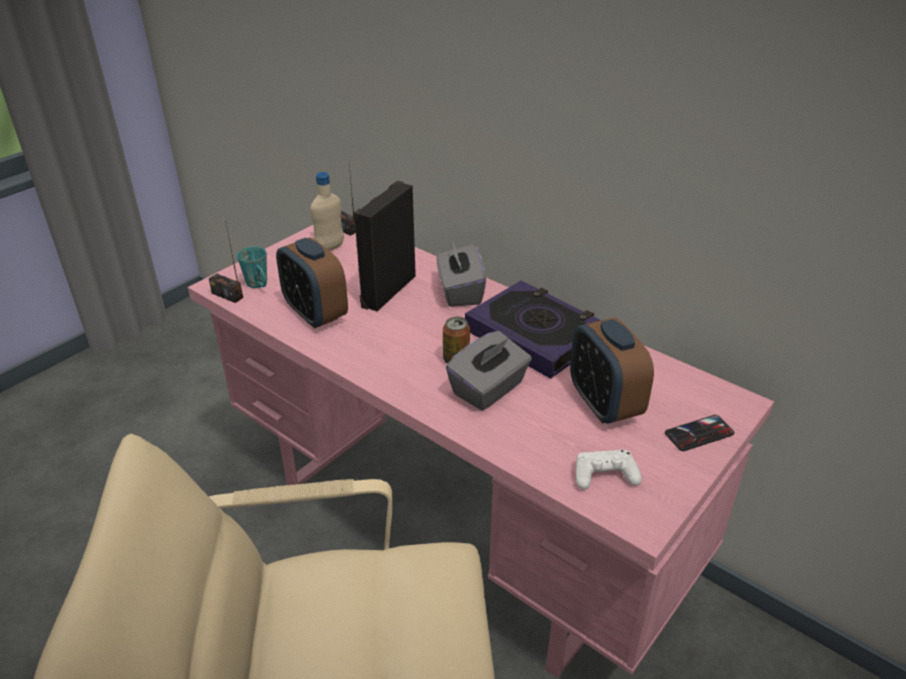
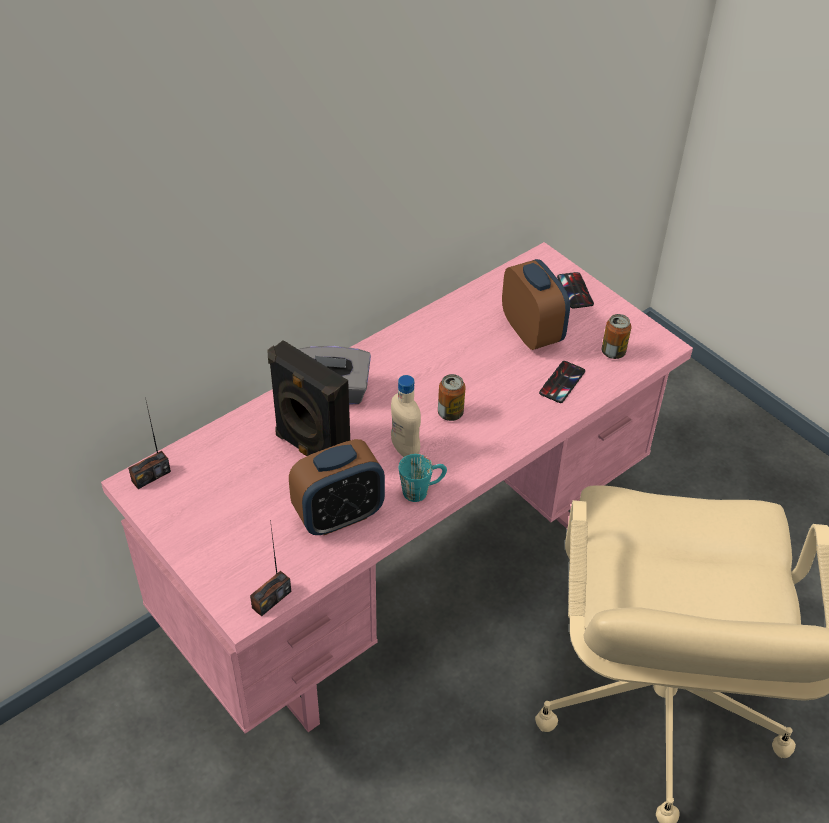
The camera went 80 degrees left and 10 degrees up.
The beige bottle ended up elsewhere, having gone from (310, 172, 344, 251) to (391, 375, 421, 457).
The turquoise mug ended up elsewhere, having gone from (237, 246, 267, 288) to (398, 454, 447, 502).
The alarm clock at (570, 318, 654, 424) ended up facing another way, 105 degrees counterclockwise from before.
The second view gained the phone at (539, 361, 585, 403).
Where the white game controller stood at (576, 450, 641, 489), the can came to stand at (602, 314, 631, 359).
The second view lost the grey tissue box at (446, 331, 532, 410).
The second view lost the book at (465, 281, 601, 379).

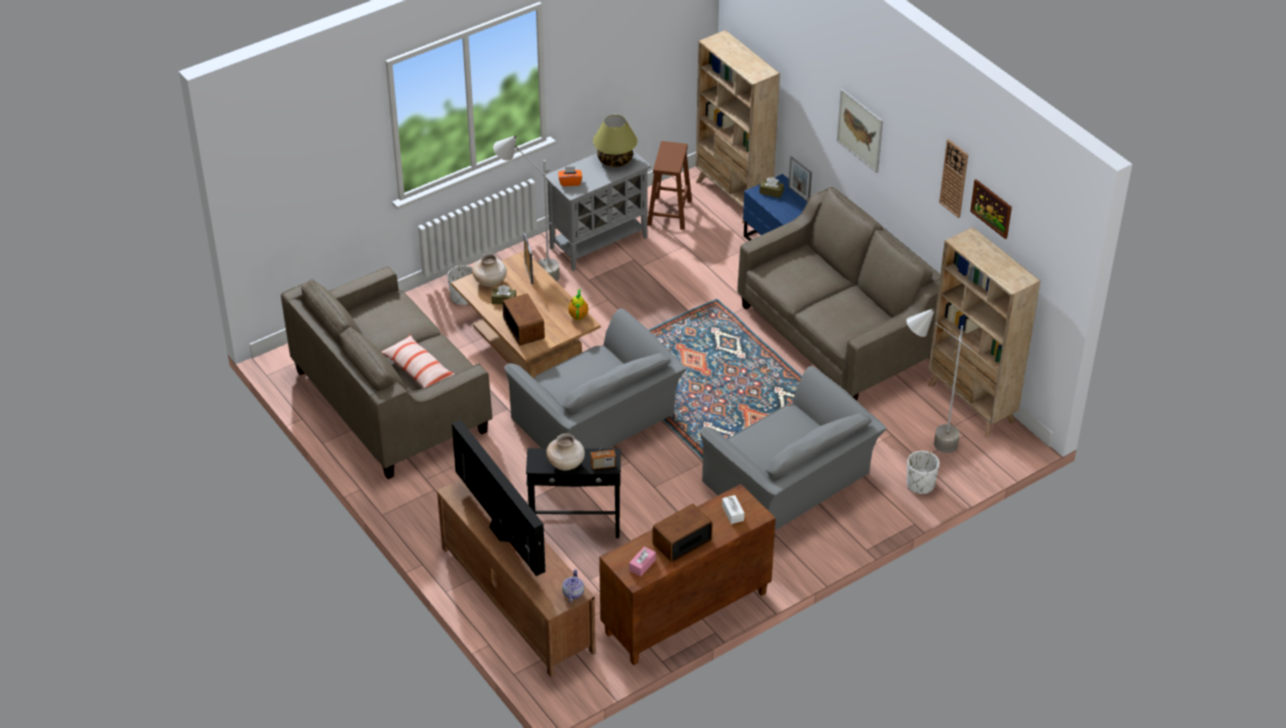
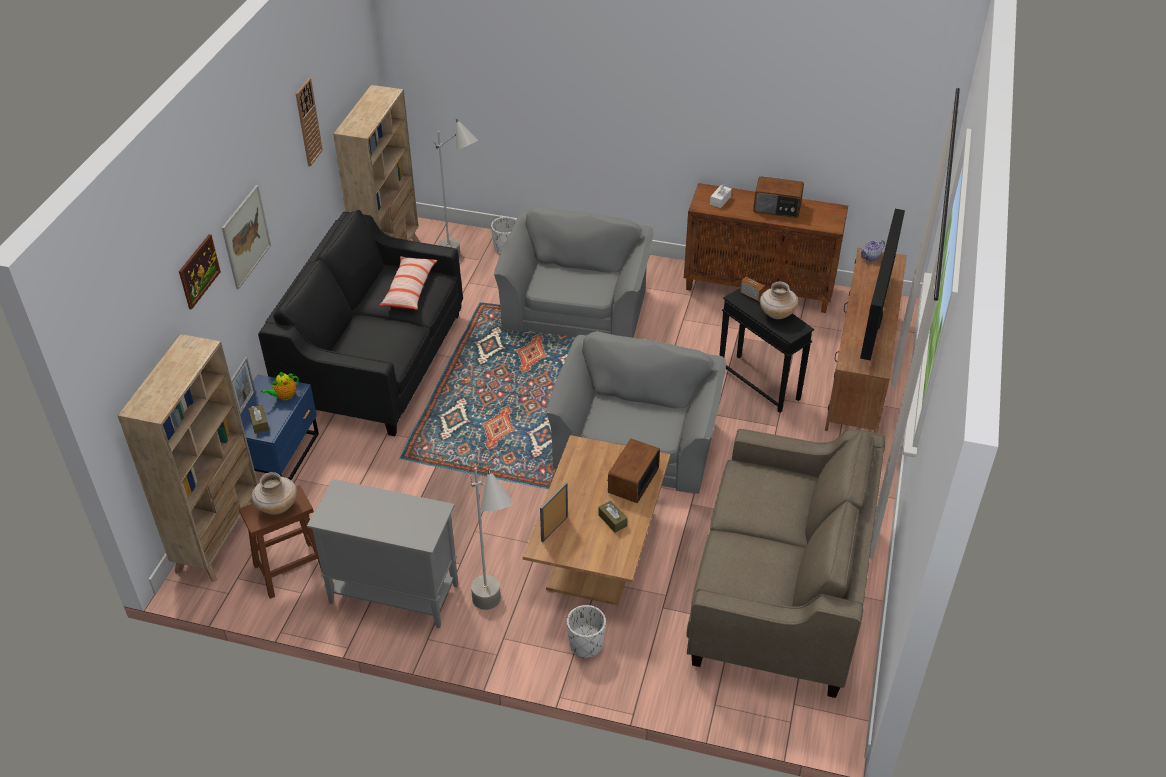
The camera went 130 degrees left and 0 degrees up.
The picture ended up elsewhere, having gone from (970, 179, 1012, 239) to (179, 234, 221, 310).
The beige vase ended up elsewhere, having gone from (472, 253, 507, 287) to (252, 472, 297, 515).
What was the beige sofa at (737, 187, 940, 401) turned into the black sofa at (258, 210, 463, 436).
The teapot ended up elsewhere, having gone from (568, 289, 588, 320) to (261, 372, 299, 400).
The pillow ended up elsewhere, having gone from (381, 335, 455, 388) to (379, 256, 438, 310).
The second view lost the orange tissue box at (558, 167, 582, 186).
The second view lost the table lamp at (593, 115, 637, 167).
The second view lost the pink tissue box at (629, 547, 656, 577).

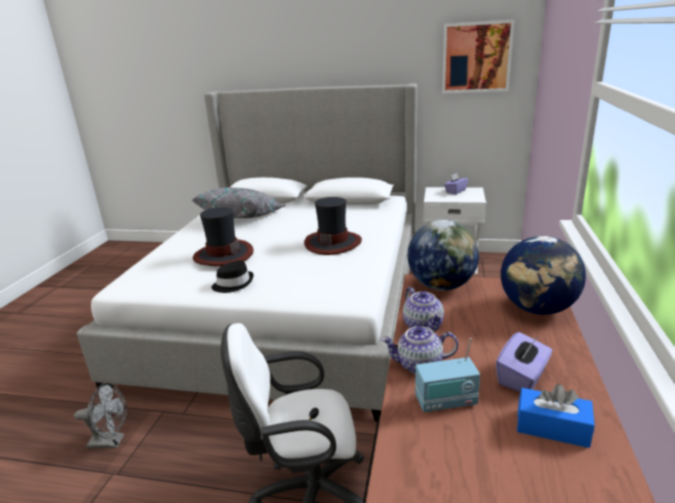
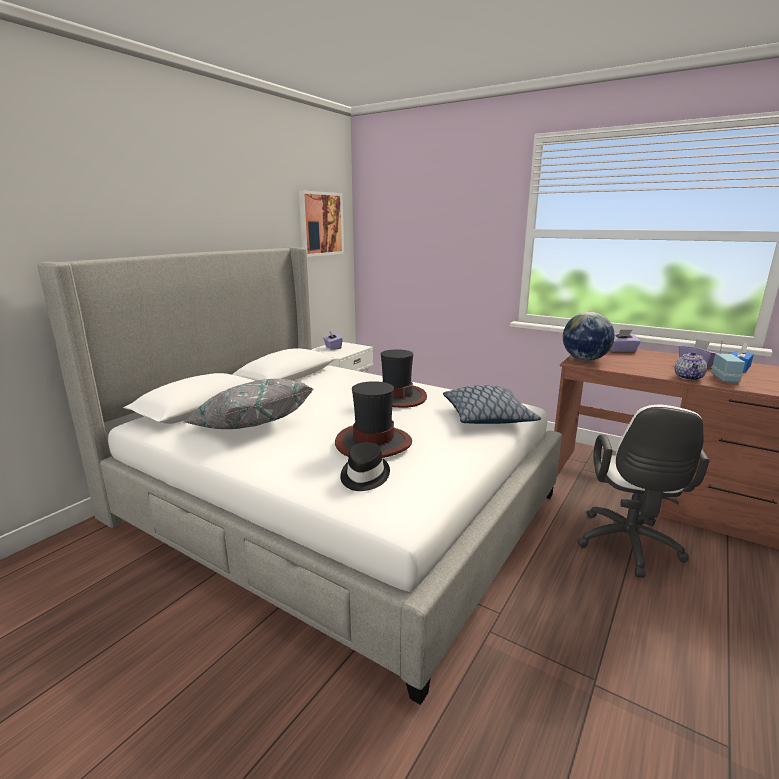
The camera went 70 degrees left and 5 degrees down.
The black hat ended up elsewhere, having gone from (211, 260, 253, 293) to (340, 442, 390, 491).
The second view gained the pillow at (443, 385, 541, 424).
Where the globe stood at (501, 236, 586, 315), the purple tissue box came to stand at (610, 329, 641, 352).
The second view lost the grey fan at (74, 383, 127, 449).
The second view lost the teapot at (403, 287, 444, 332).

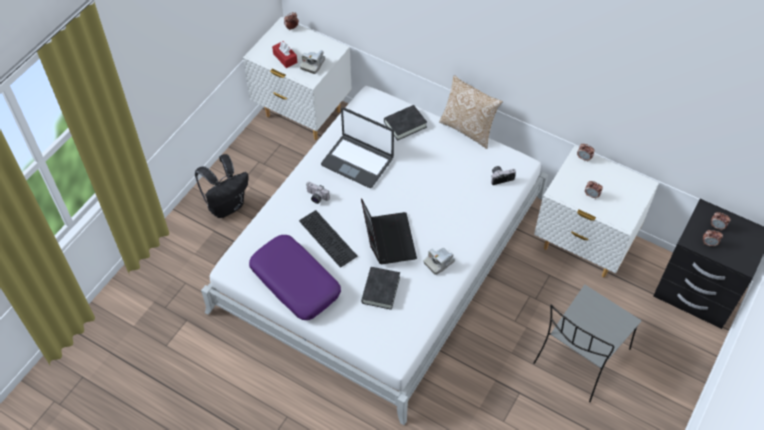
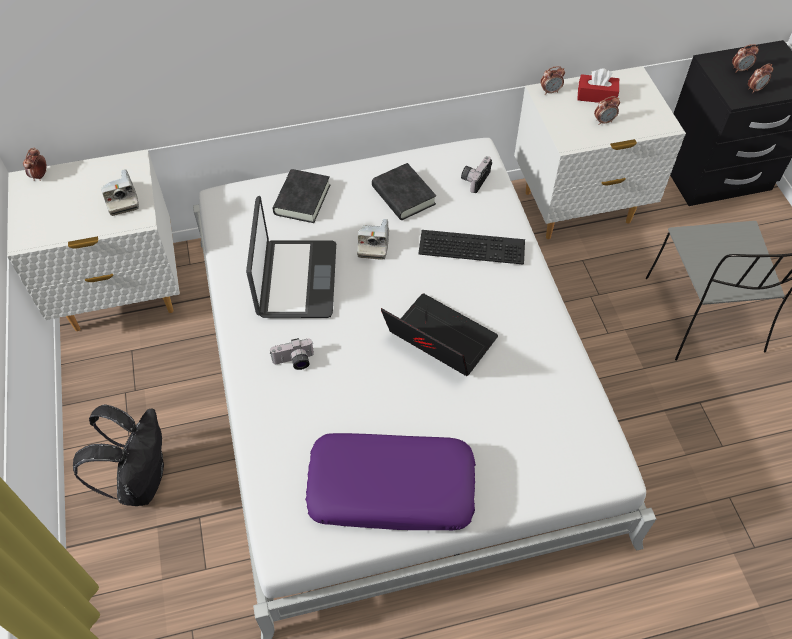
The camera went 45 degrees left and 0 degrees up.
The laptop at (321, 107, 394, 188) ended up facing another way, 75 degrees counterclockwise from before.
The photo camera ended up elsewhere, having gone from (424, 248, 455, 275) to (357, 219, 389, 260).
The black book ended up elsewhere, having gone from (361, 267, 400, 310) to (372, 163, 436, 220).
The keyboard ended up elsewhere, having gone from (299, 210, 358, 268) to (418, 230, 525, 265).
The red tissue box ended up elsewhere, having gone from (272, 41, 297, 68) to (577, 68, 619, 103).
The second view lost the pillow at (439, 75, 503, 149).

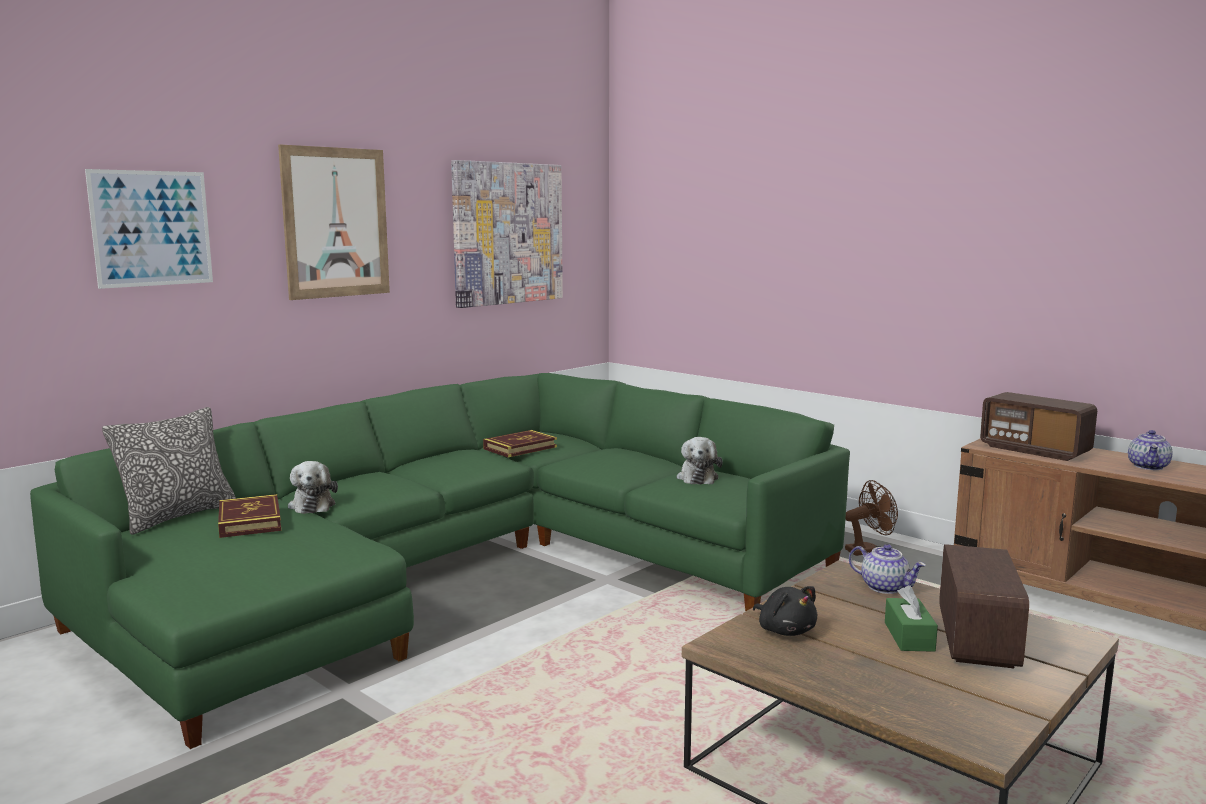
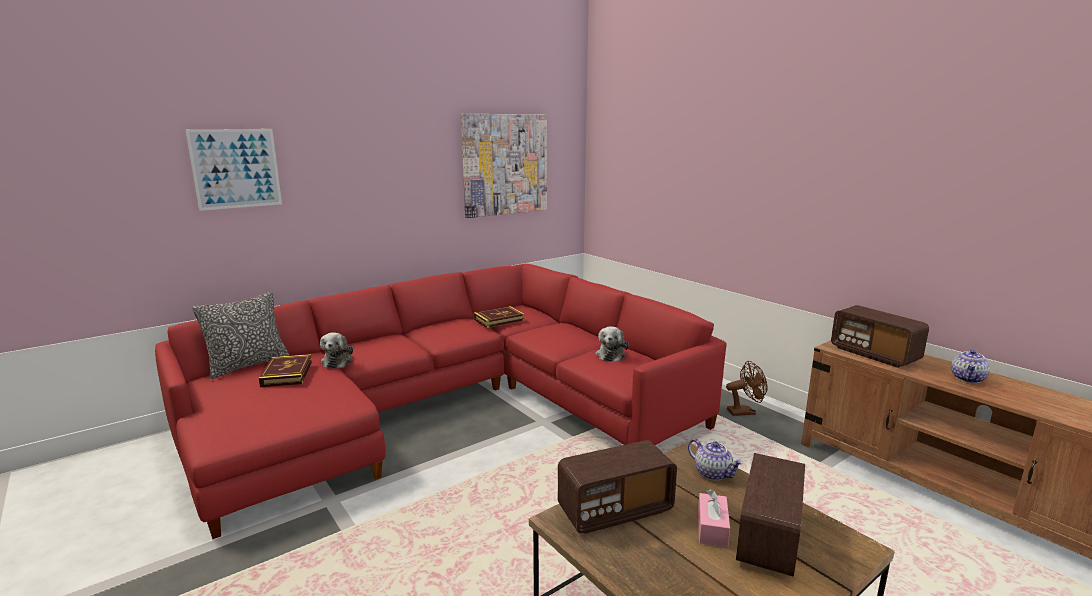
The camera went 10 degrees right and 5 degrees up.
What was the green sofa at (30, 373, 850, 749) turned into the red sofa at (155, 264, 727, 539).
Where the black plush toy stood at (753, 586, 817, 636), the radio came to stand at (558, 440, 677, 534).
What was the green tissue box at (885, 585, 938, 652) turned into the pink tissue box at (698, 489, 730, 547).
The second view lost the picture at (278, 145, 390, 300).

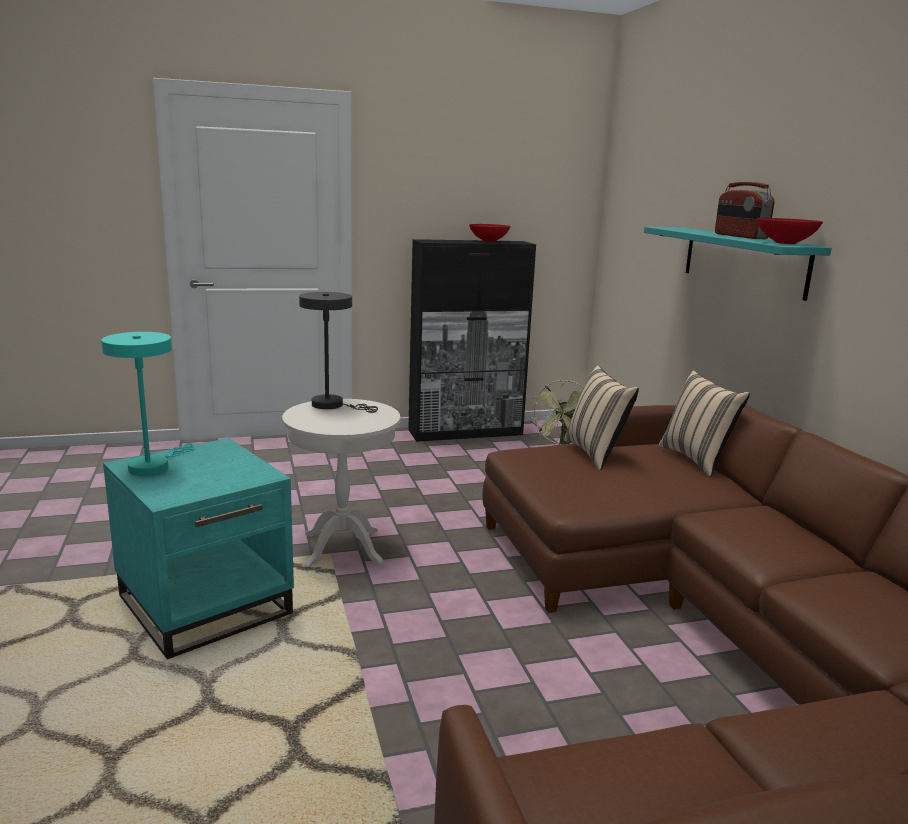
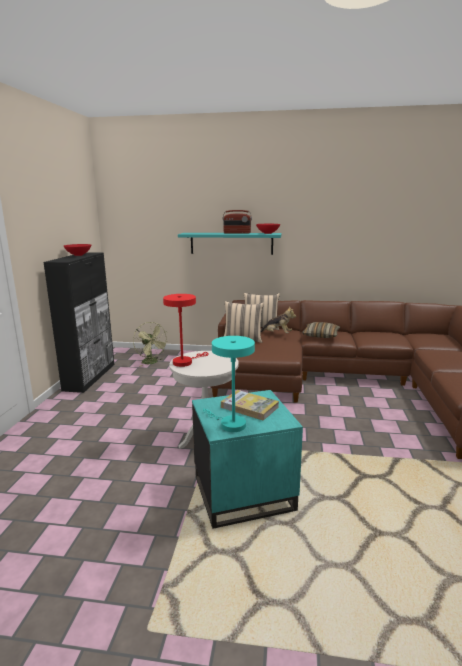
The camera went 65 degrees left and 0 degrees up.
What was the grey table lamp at (299, 292, 378, 413) turned into the red table lamp at (163, 294, 209, 367).
The second view gained the book at (221, 390, 279, 421).
The second view gained the plush toy at (261, 306, 296, 333).
The second view gained the pillow at (302, 322, 340, 338).

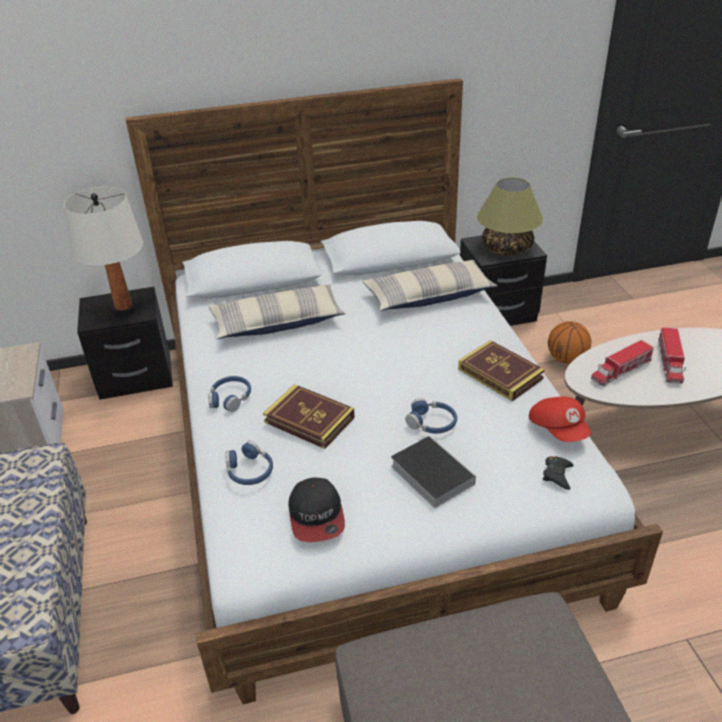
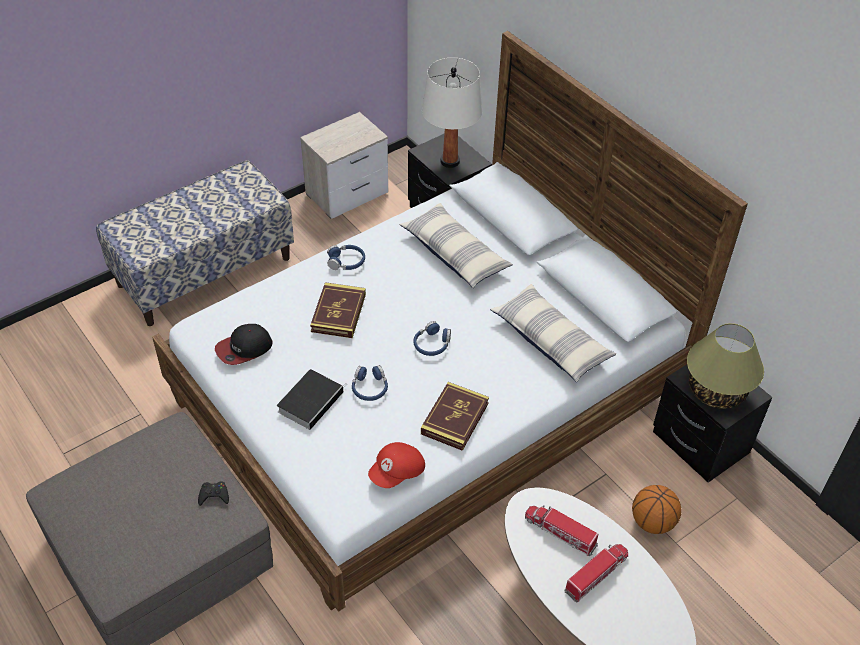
The camera went 65 degrees right and 10 degrees up.
The black game controller ended up elsewhere, having gone from (543, 456, 574, 490) to (198, 481, 229, 506).
The blue headphones ended up elsewhere, having gone from (225, 441, 273, 485) to (413, 321, 451, 356).
The toy truck at (658, 327, 686, 384) ended up facing another way, 150 degrees clockwise from before.

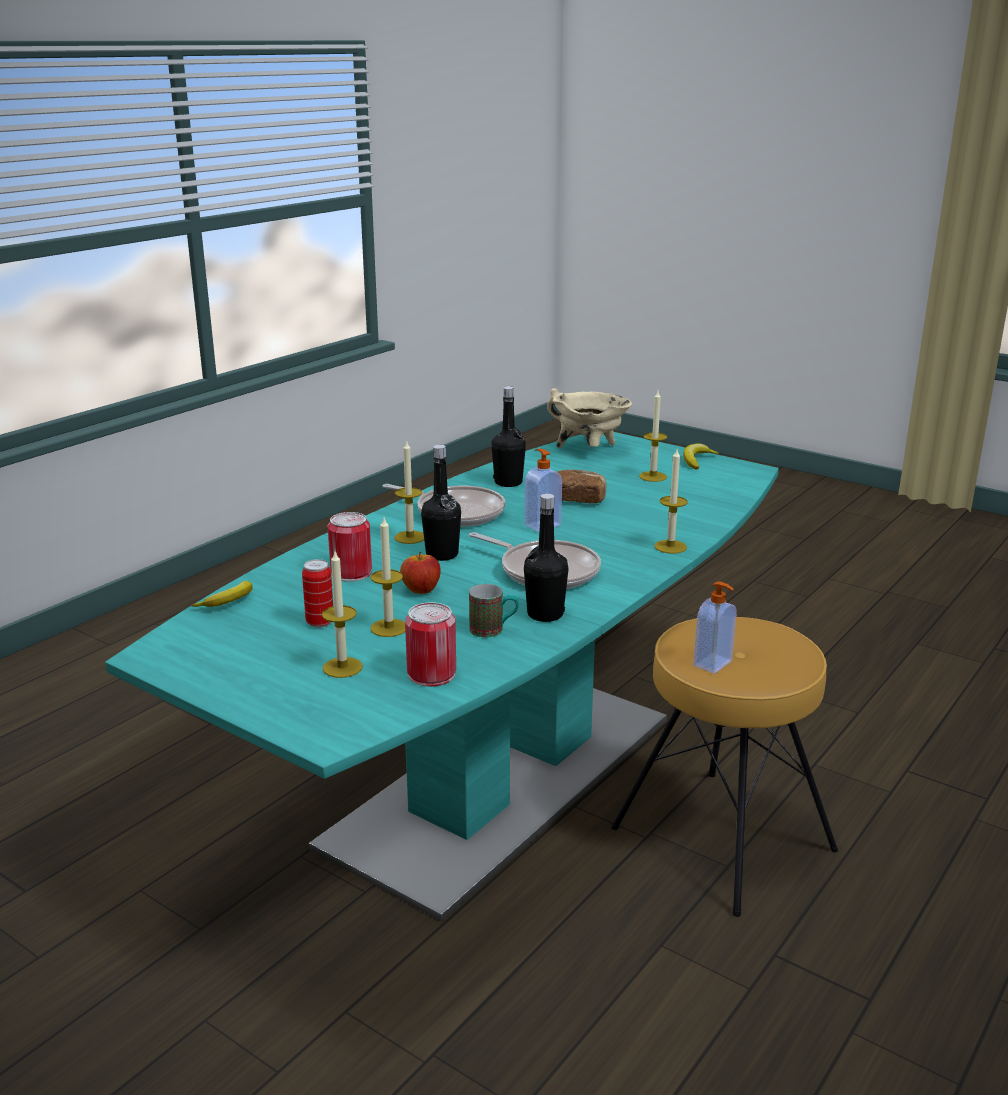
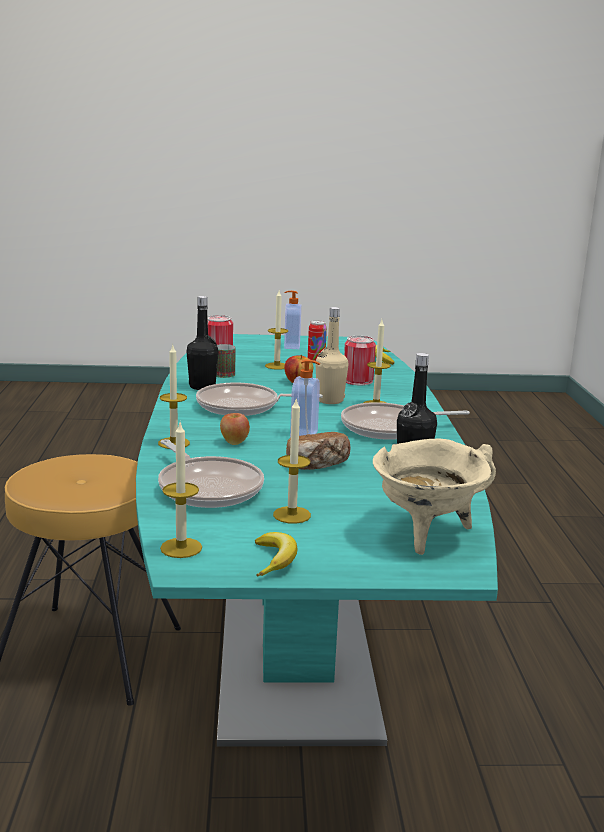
The camera went 140 degrees right and 5 degrees down.
The second view gained the frying pan at (158, 439, 264, 508).
The candle ended up elsewhere, having gone from (322, 551, 363, 678) to (160, 423, 202, 558).
The second view gained the apple at (220, 413, 250, 445).
The soap dispenser ended up elsewhere, having gone from (693, 582, 737, 674) to (284, 291, 301, 349).
What was the black bottle at (421, 445, 461, 561) turned into the beige bottle at (316, 307, 348, 404).

